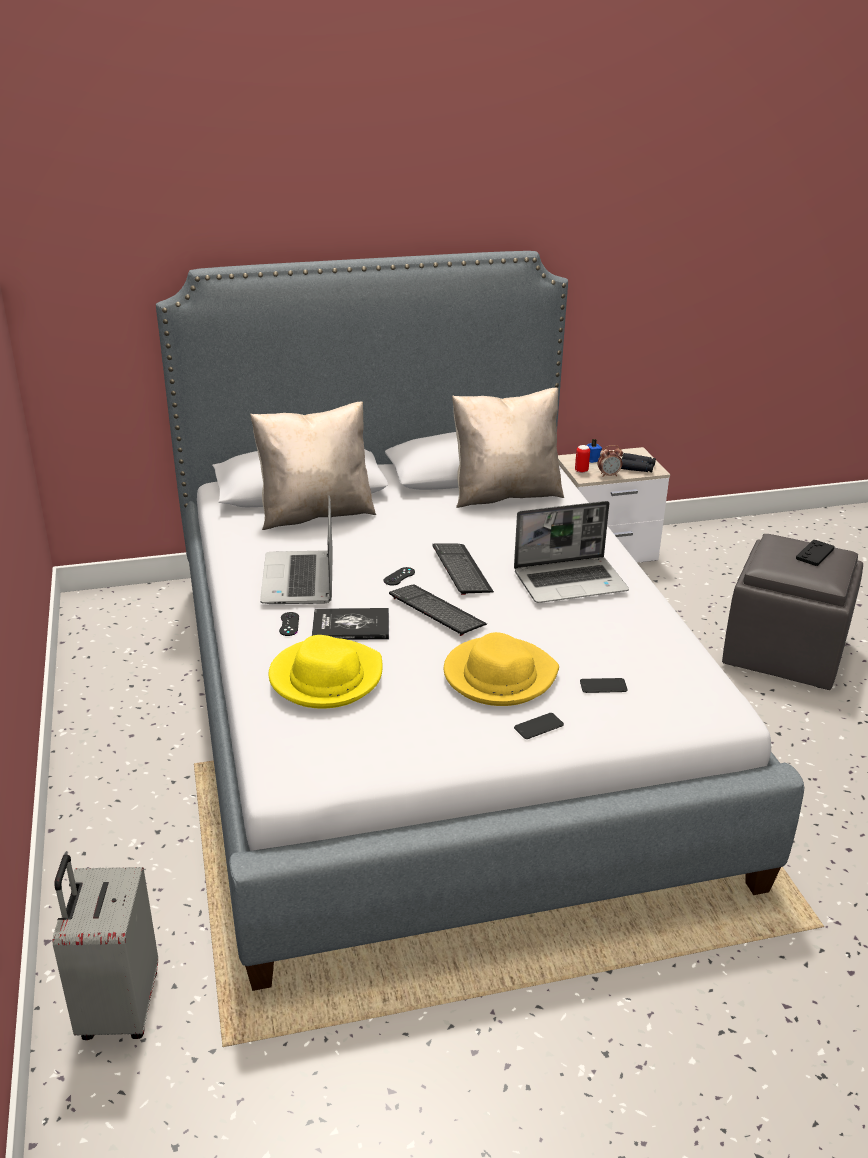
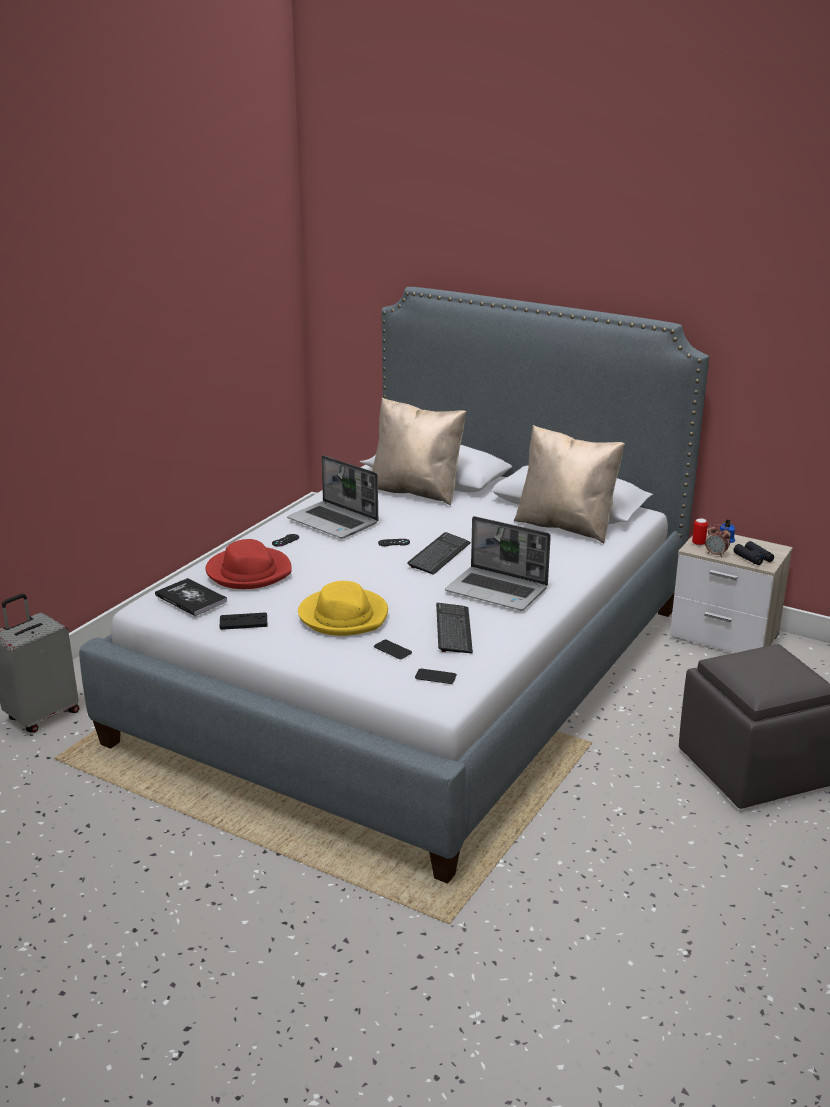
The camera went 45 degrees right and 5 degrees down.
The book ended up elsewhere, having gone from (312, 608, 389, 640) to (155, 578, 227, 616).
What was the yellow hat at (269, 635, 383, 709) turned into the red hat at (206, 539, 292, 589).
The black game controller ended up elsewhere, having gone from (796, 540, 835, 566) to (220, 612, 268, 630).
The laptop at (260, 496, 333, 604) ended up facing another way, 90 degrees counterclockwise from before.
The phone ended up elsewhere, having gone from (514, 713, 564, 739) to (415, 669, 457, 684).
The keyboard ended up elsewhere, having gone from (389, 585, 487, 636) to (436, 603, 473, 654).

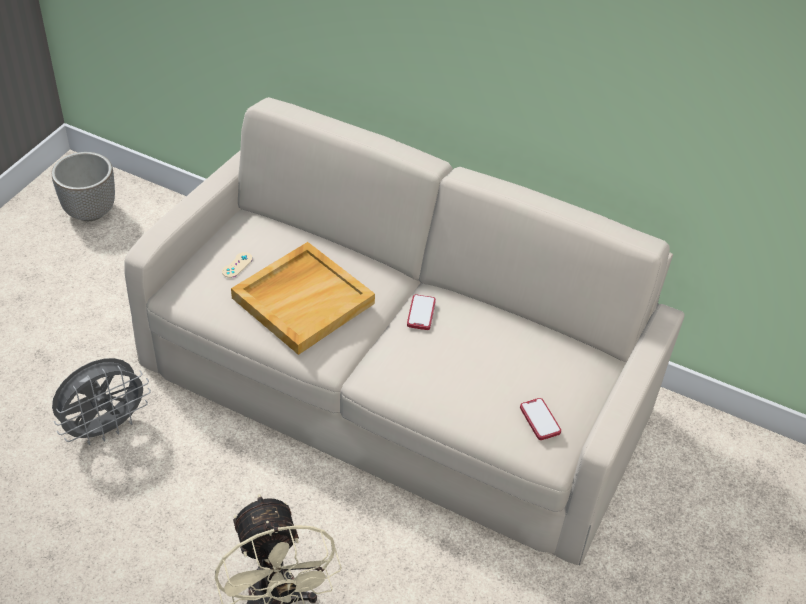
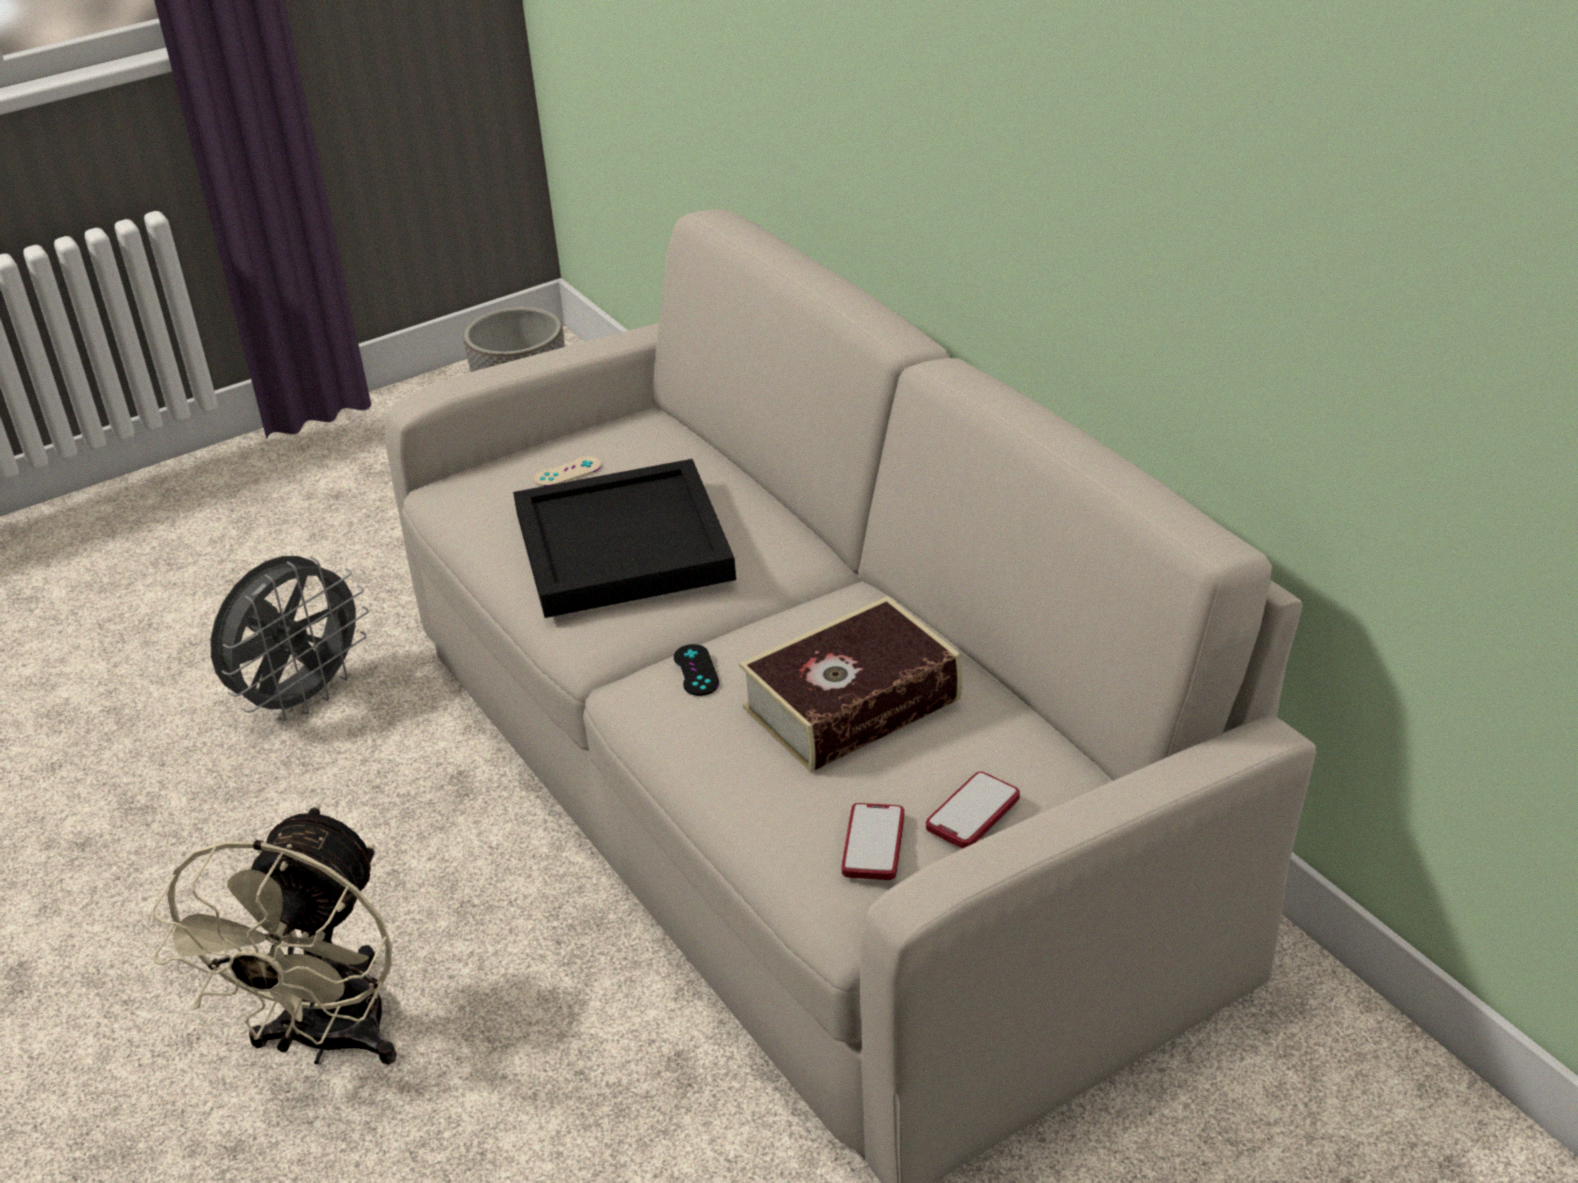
The camera went 35 degrees right and 10 degrees down.
The grey fan at (52, 358, 151, 445) ended up facing another way, 45 degrees counterclockwise from before.
What was the beige tray at (231, 242, 375, 355) turned into the black tray at (513, 459, 736, 618).
The second view gained the black game controller at (674, 644, 719, 696).
The second view gained the book at (739, 596, 962, 772).
The phone ended up elsewhere, having gone from (407, 294, 436, 330) to (926, 772, 1020, 849).

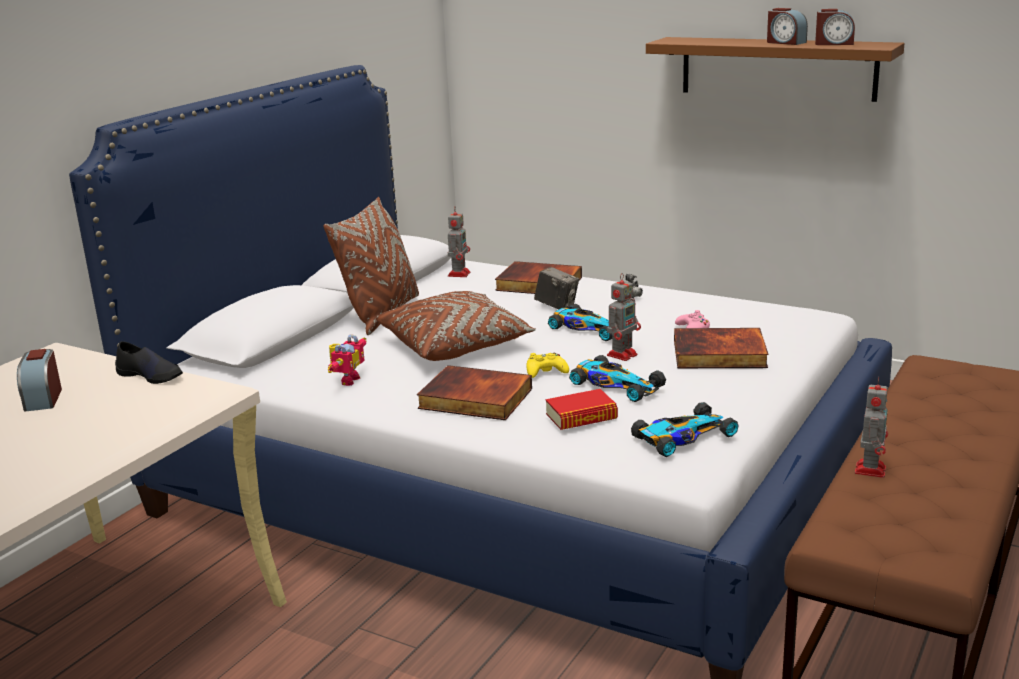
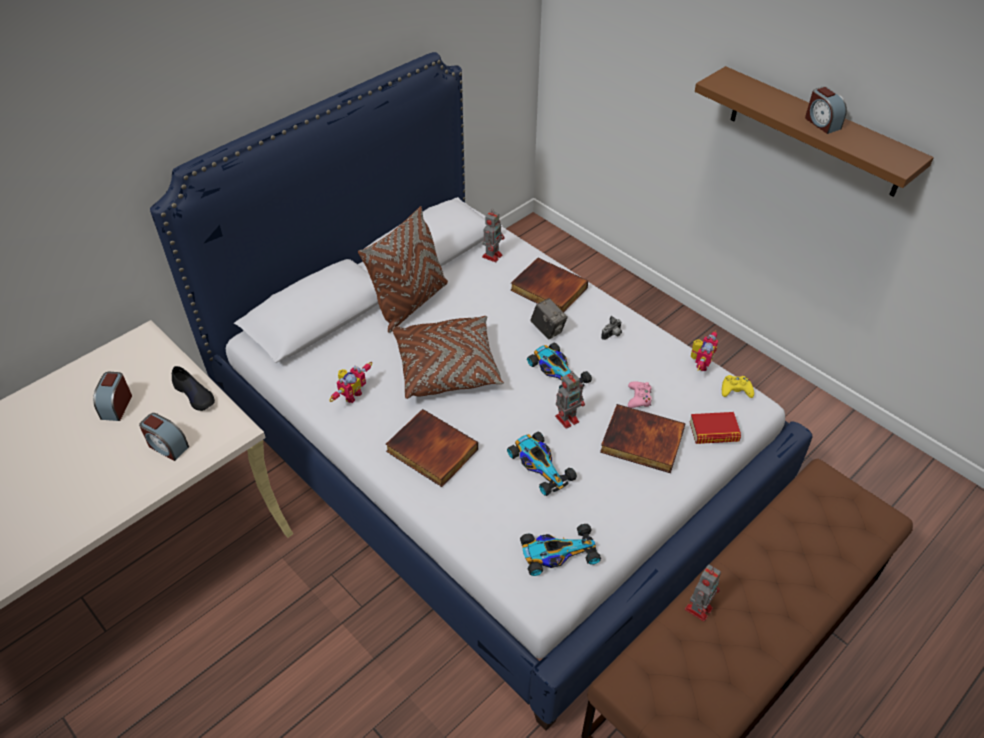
The camera went 15 degrees right and 25 degrees up.
The alarm clock ended up elsewhere, having gone from (815, 9, 855, 45) to (139, 413, 189, 461).
The book ended up elsewhere, having gone from (545, 389, 618, 430) to (689, 412, 741, 444).
The second view gained the toy robot at (691, 330, 718, 371).
The yellow game controller ended up elsewhere, having gone from (527, 353, 569, 378) to (722, 375, 754, 398).

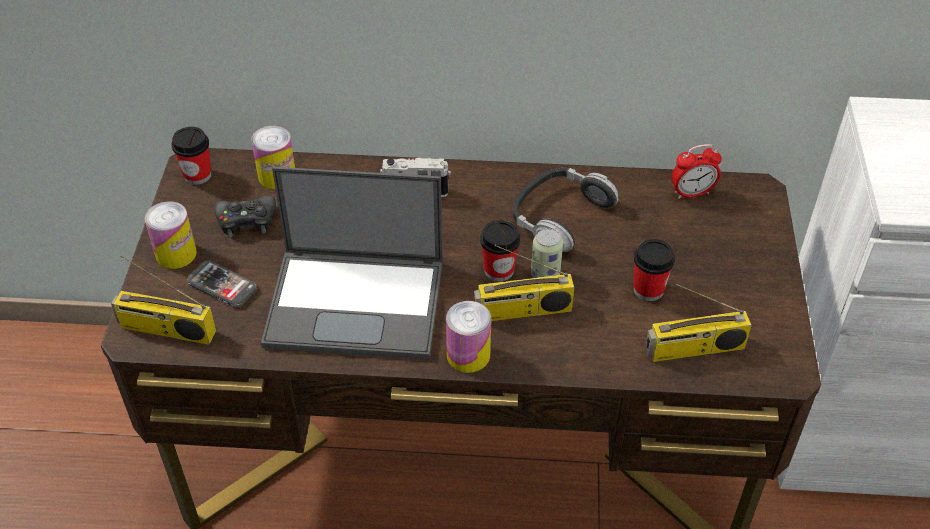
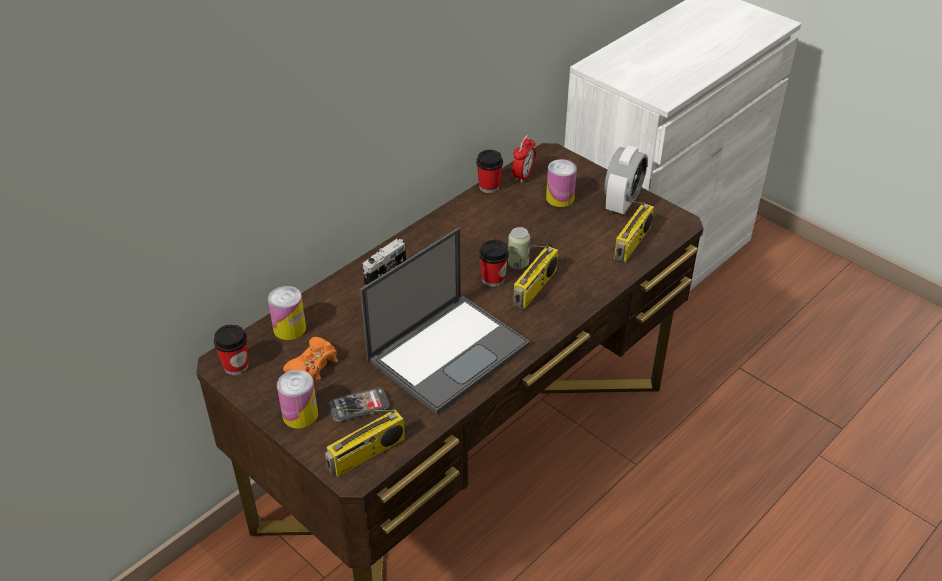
The camera went 50 degrees left and 5 degrees down.
What was the black game controller at (214, 196, 276, 237) turned into the orange game controller at (283, 337, 338, 380).
The cup ended up elsewhere, having gone from (634, 239, 675, 301) to (476, 150, 503, 193).
The can ended up elsewhere, having gone from (446, 301, 491, 373) to (546, 159, 577, 207).
The second view gained the alarm clock at (604, 145, 648, 215).
The second view lost the headphones at (513, 168, 618, 252).

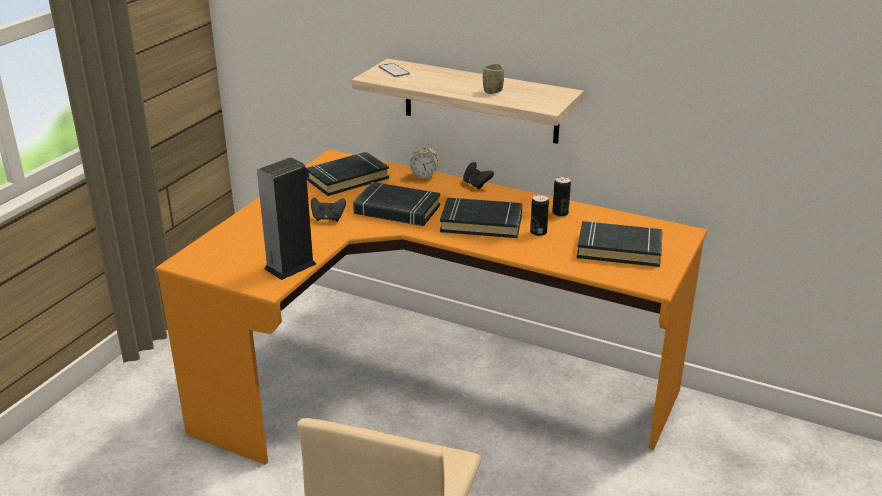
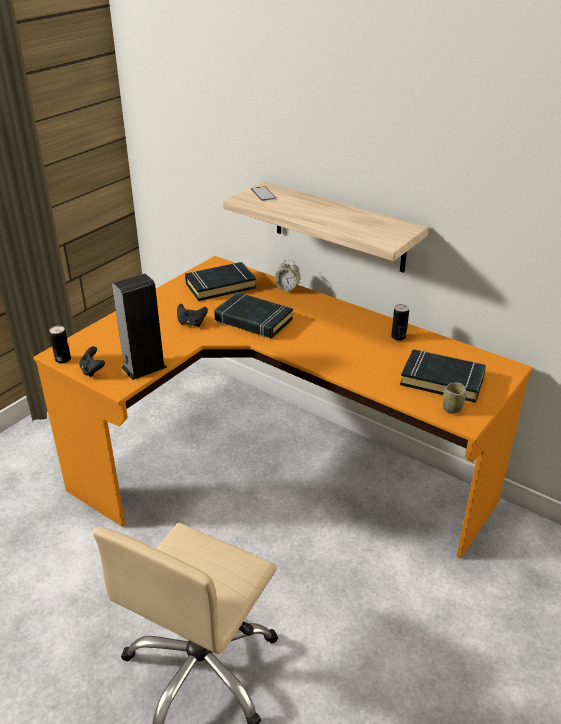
The camera went 10 degrees right and 5 degrees up.
The can ended up elsewhere, having gone from (530, 194, 549, 236) to (49, 326, 71, 364).
The black game controller ended up elsewhere, having gone from (463, 162, 494, 189) to (79, 346, 105, 377).
The cup ended up elsewhere, having gone from (483, 64, 504, 94) to (443, 383, 466, 414).
The second view lost the black book at (440, 197, 522, 238).

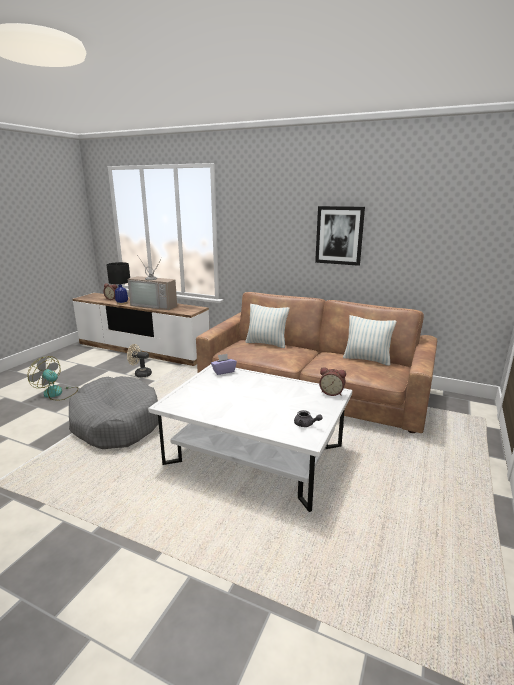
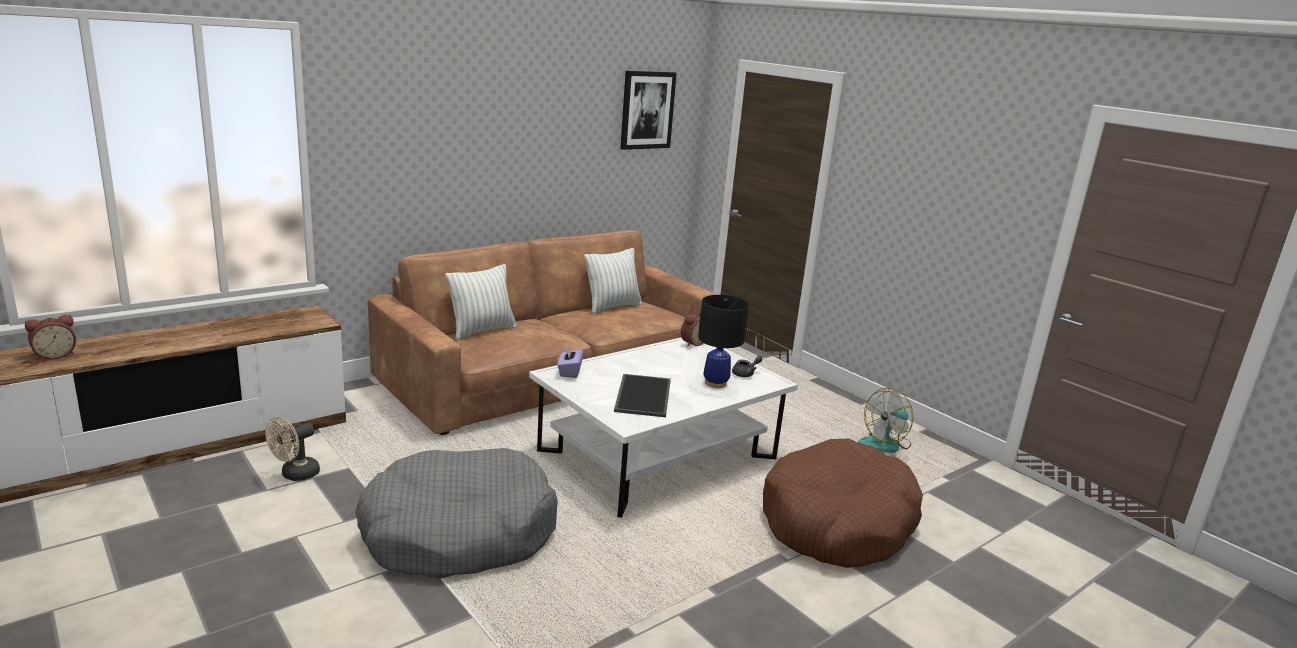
The camera went 65 degrees left and 0 degrees up.
The second view gained the tray at (614, 374, 671, 417).
The picture ended up elsewhere, having gone from (315, 206, 365, 266) to (620, 71, 677, 150).
The black table lamp ended up elsewhere, having gone from (107, 262, 130, 305) to (698, 295, 749, 388).
The second view gained the brown dog bed at (763, 439, 923, 568).
The fan ended up elsewhere, having gone from (27, 356, 78, 400) to (858, 387, 914, 453).
The second view lost the television at (128, 255, 177, 310).

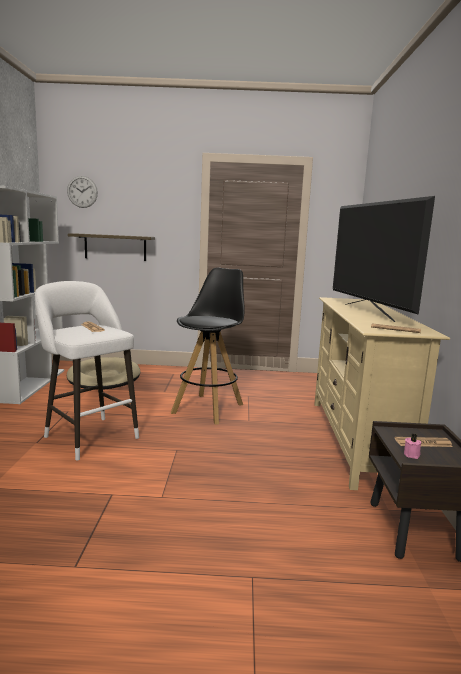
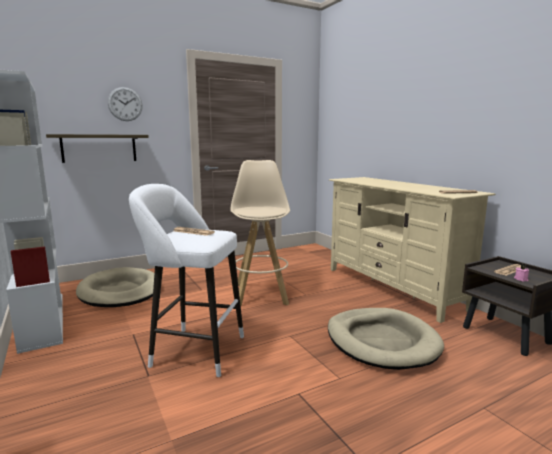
The camera went 30 degrees left and 0 degrees up.
The wall clock ended up elsewhere, having gone from (67, 176, 98, 208) to (108, 87, 143, 121).
What was the black stool at (171, 268, 245, 425) turned into the beige stool at (230, 160, 290, 306).
The second view gained the beige dog bed at (328, 308, 444, 370).
The second view lost the television at (333, 196, 435, 322).

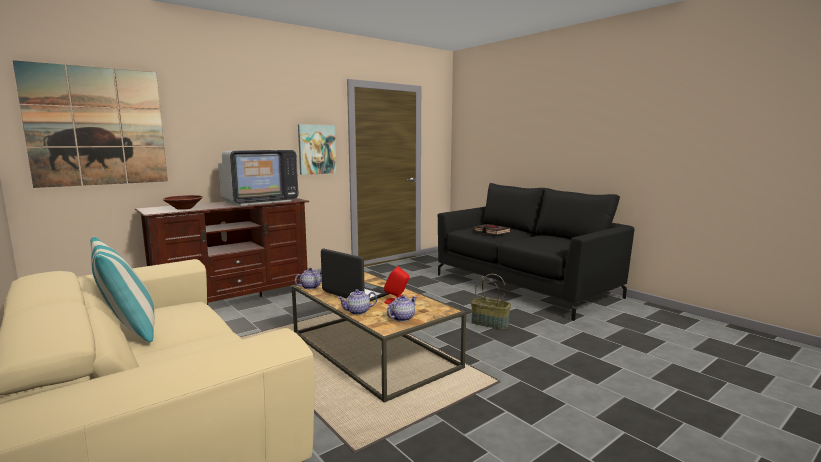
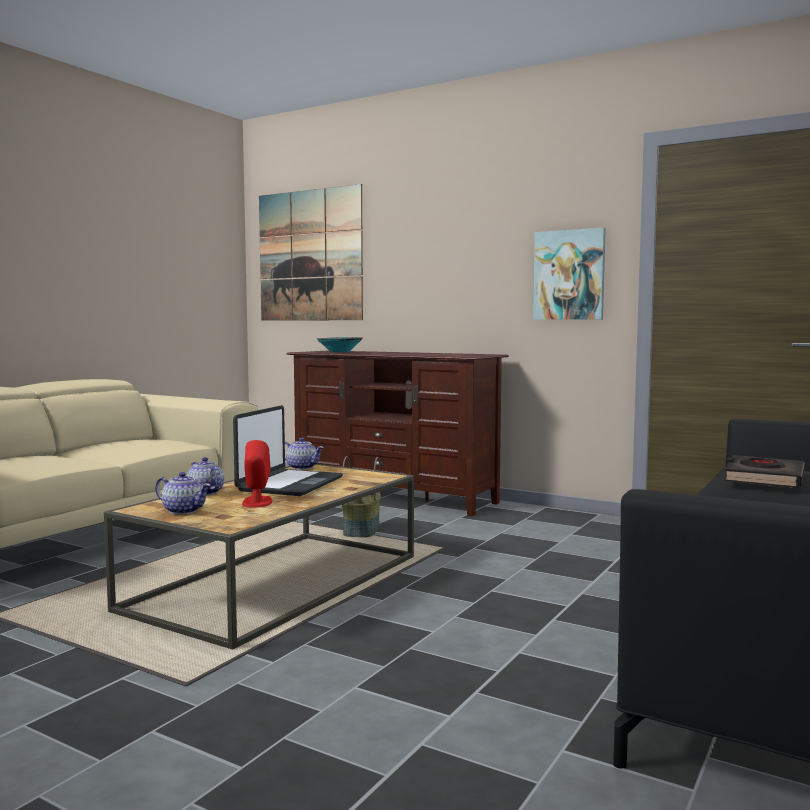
The camera went 70 degrees right and 5 degrees down.
What was the brown bowl at (163, 195, 203, 210) turned into the turquoise bowl at (317, 337, 362, 353).
The basket ended up elsewhere, having gone from (471, 274, 511, 329) to (342, 456, 381, 538).
The second view lost the pillow at (91, 237, 155, 342).
The second view lost the television at (218, 150, 298, 206).

